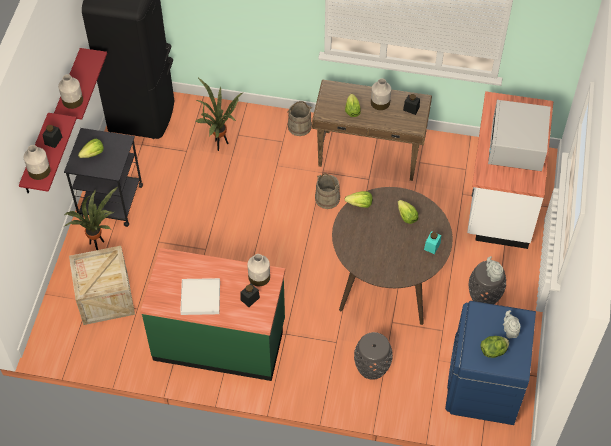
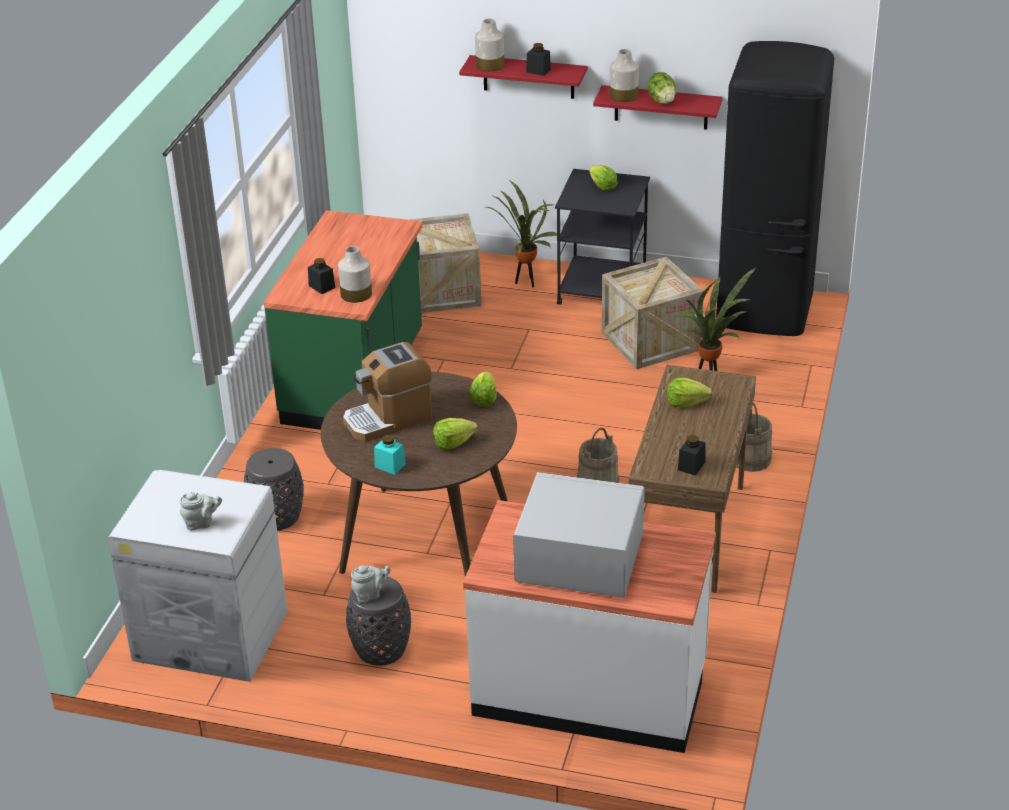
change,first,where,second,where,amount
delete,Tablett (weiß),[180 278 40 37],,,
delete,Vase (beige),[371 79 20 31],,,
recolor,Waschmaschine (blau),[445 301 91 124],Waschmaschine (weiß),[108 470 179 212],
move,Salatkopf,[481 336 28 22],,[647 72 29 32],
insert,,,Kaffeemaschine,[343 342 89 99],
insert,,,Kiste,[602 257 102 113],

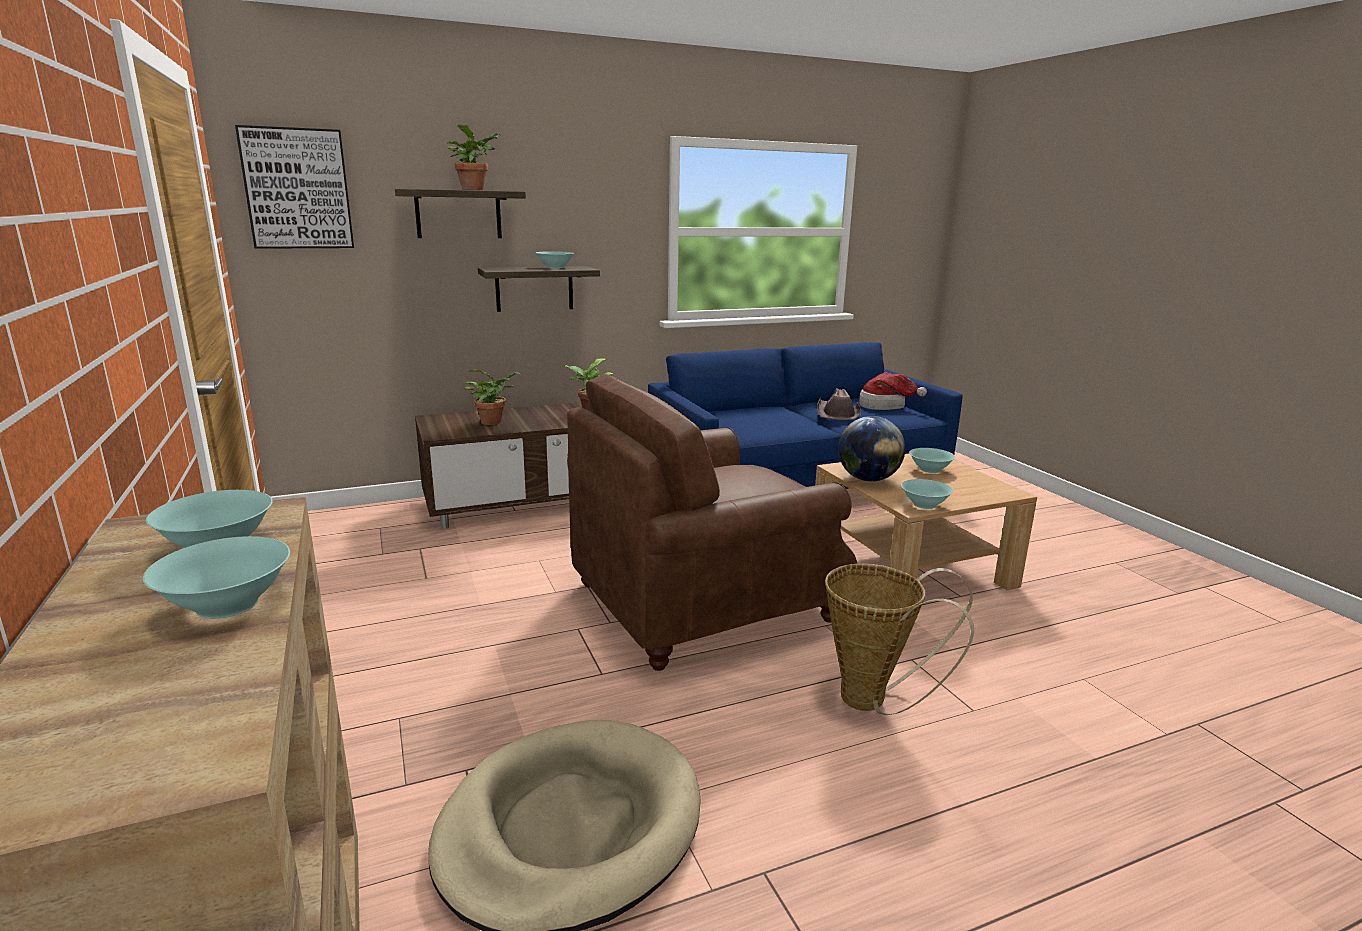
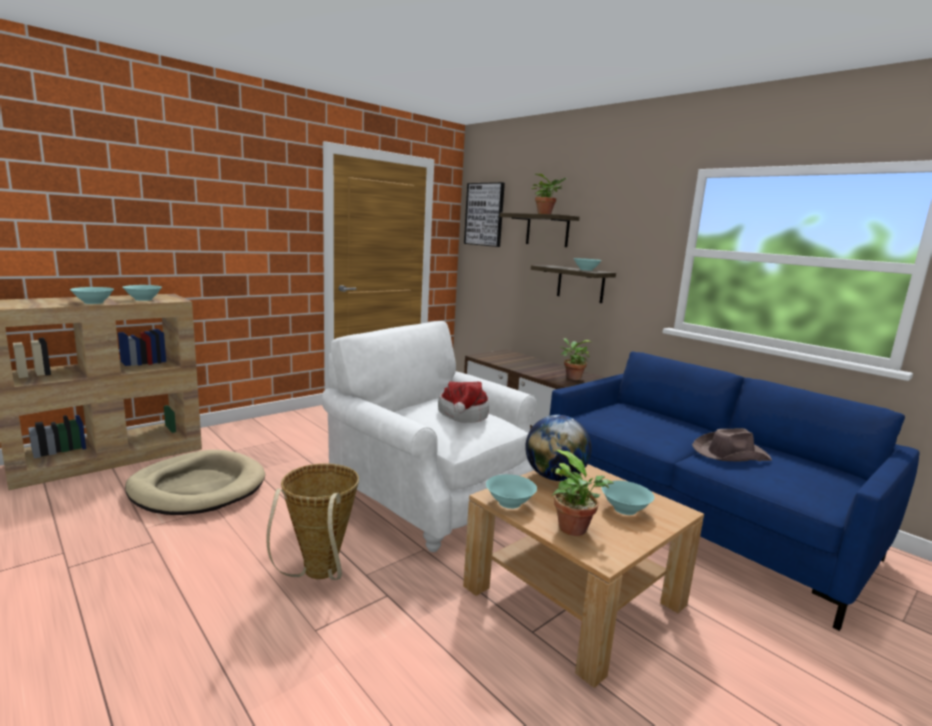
change,first,where,second,where,amount
move,Topfpflanze,[464 369 56 56],,[551 450 63 86],
recolor,Sessel (braun),[567 374 290 297],Sessel (weiß),[321 321 216 231],
move,Hut,[859 372 68 38],,[438 381 51 42],

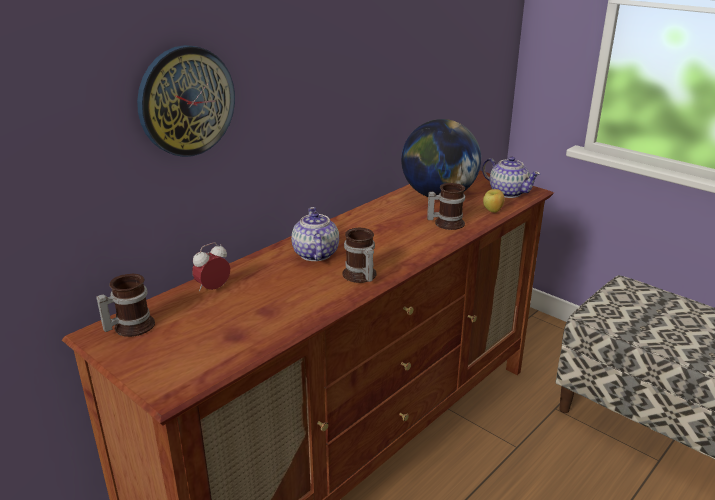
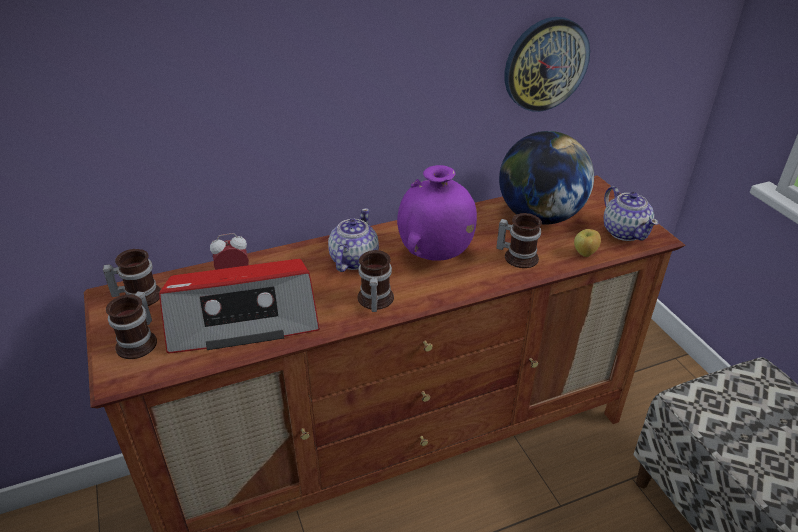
change,first,where,second,where,amount
move,Wanduhr,[137 45 98 112],,[505 17 85 95],
insert,,,Henkelbecher,[106 291 51 68],
insert,,,Radio,[159 259 161 95],
insert,,,Vase (lila),[397 165 80 96],

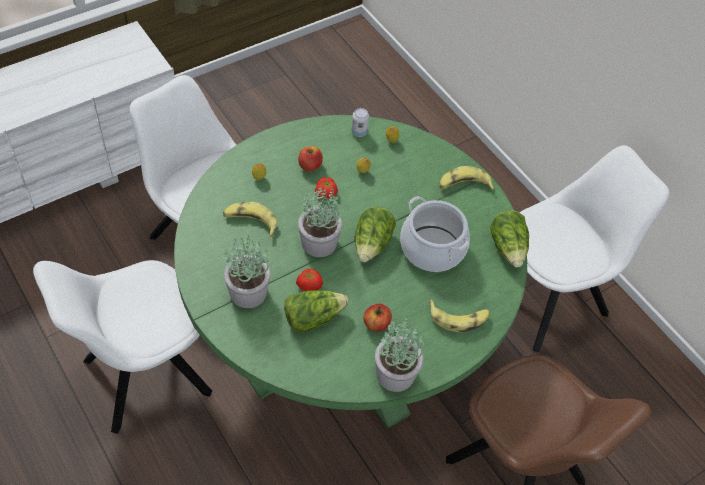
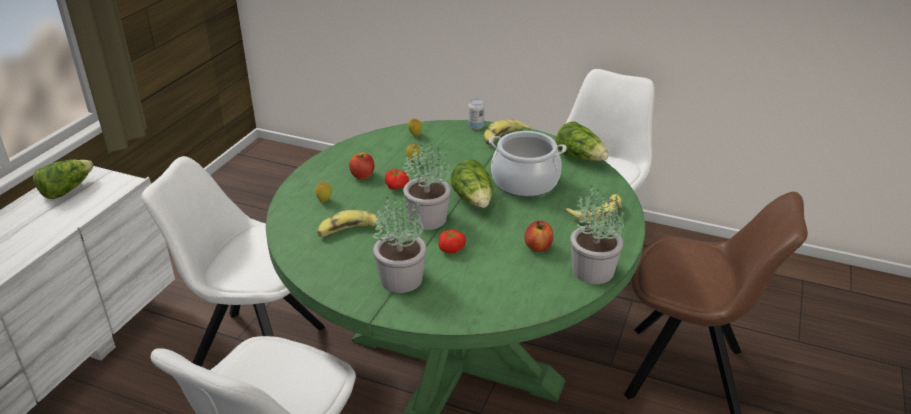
change,first,where,second,where,amount
move,Salatkopf,[284 290 64 42],,[33 160 60 39],
move,Dose,[351 108 18 29],,[468 99 17 31],

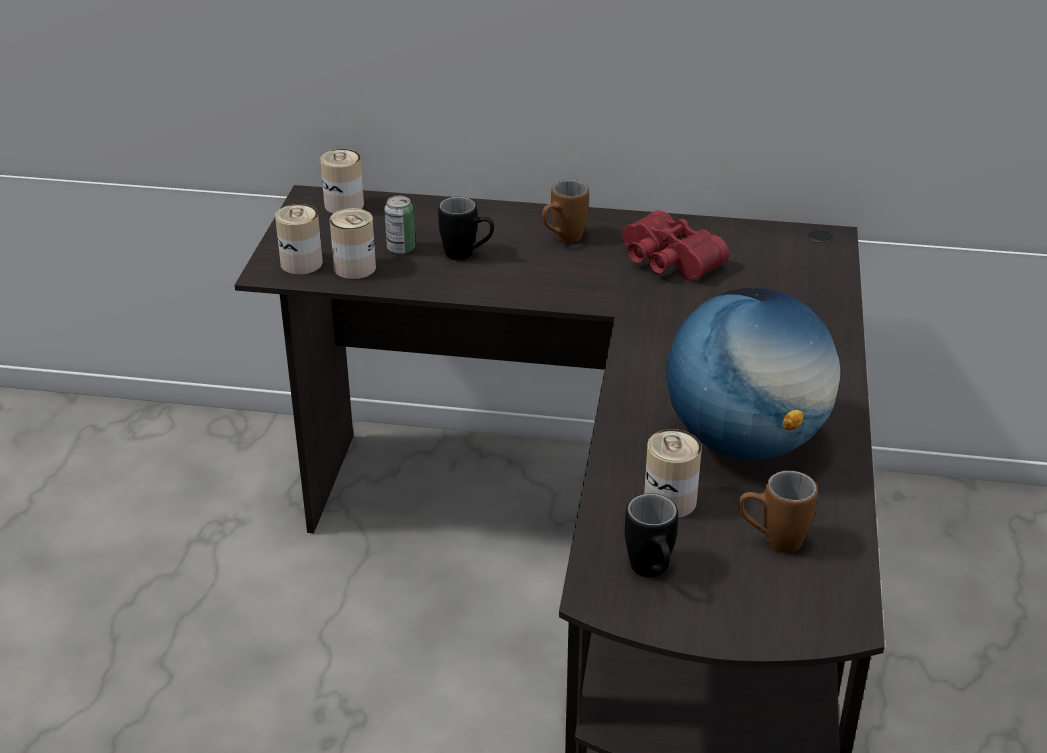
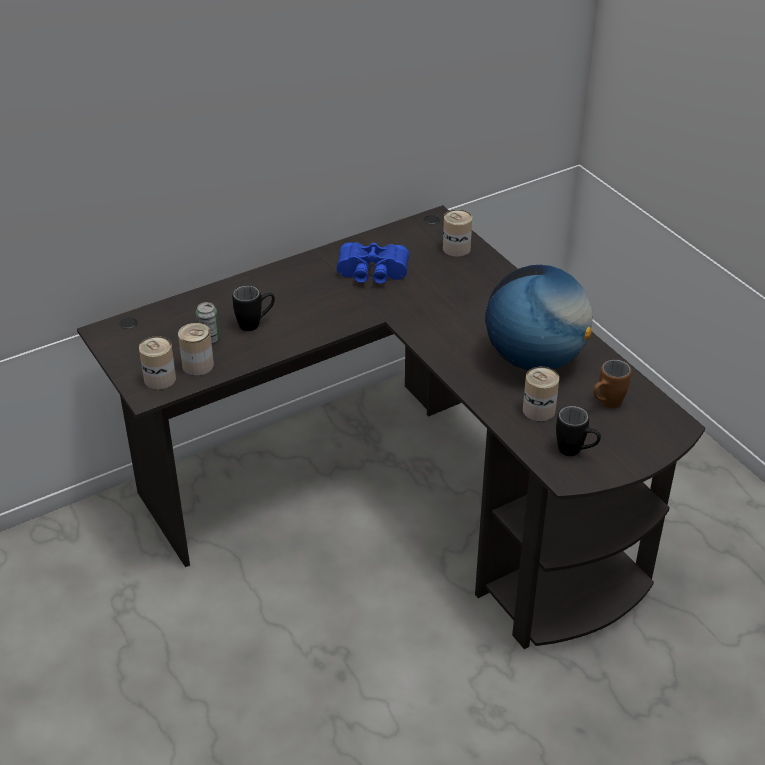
change,first,where,second,where,amount
move,Dose,[320 149 44 65],,[443 210 29 47],
delete,Henkelbecher (braun),[542 180 47 63],,,
recolor,Fernglas (rot),[622 210 107 71],Fernglas (blau),[337 243 72 41],

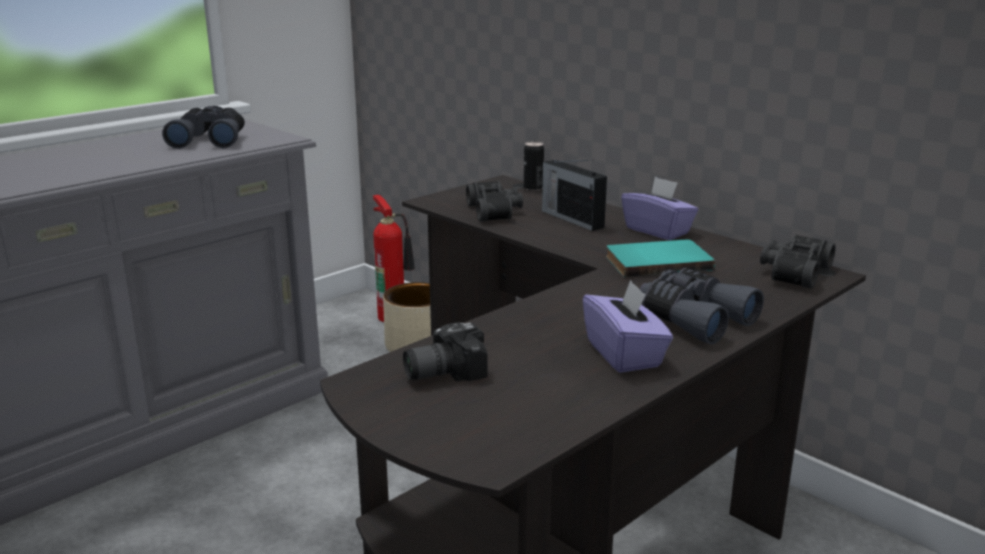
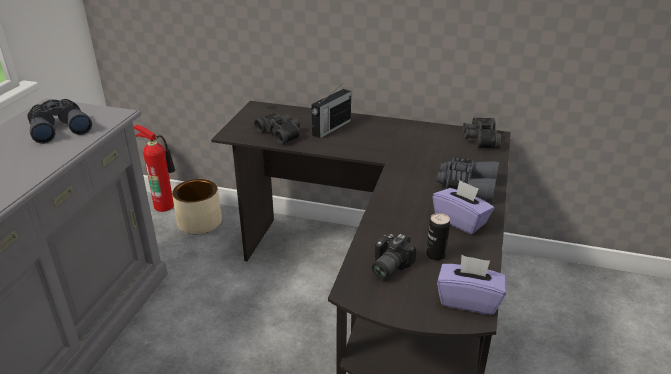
change,first,where,second,where,amount
move,Dose,[524 141 20 50],,[426 213 24 48],
rotate,Radio,[542 160 65 71],,[311 86 40 52],75 degrees counterclockwise
delete,Buch (türkis),[606 240 109 37],,,
move,Taschentuchbox (lila),[621 177 77 63],,[437 255 69 60],

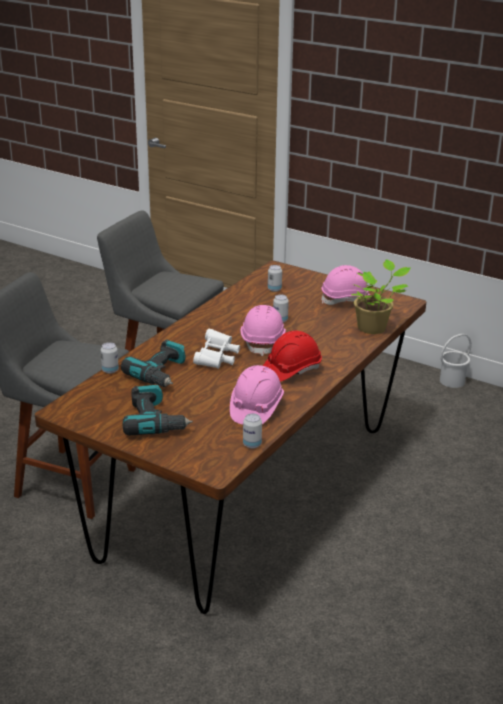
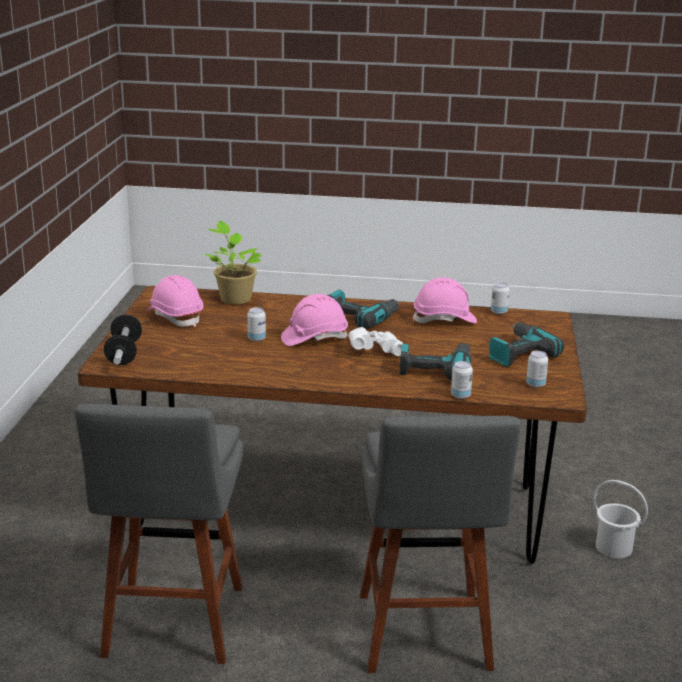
change,first,where,second,where,amount
replace,Schutzhelm (rot),[263 331 59 51],Bohrmaschine,[328 290 71 40],
move,Dose,[268 265 14 27],,[526 351 22 37],
move,Eimer (weiß),[440 334 32 54],,[593 480 55 78],
insert,,,Hantel,[104 314 38 51],

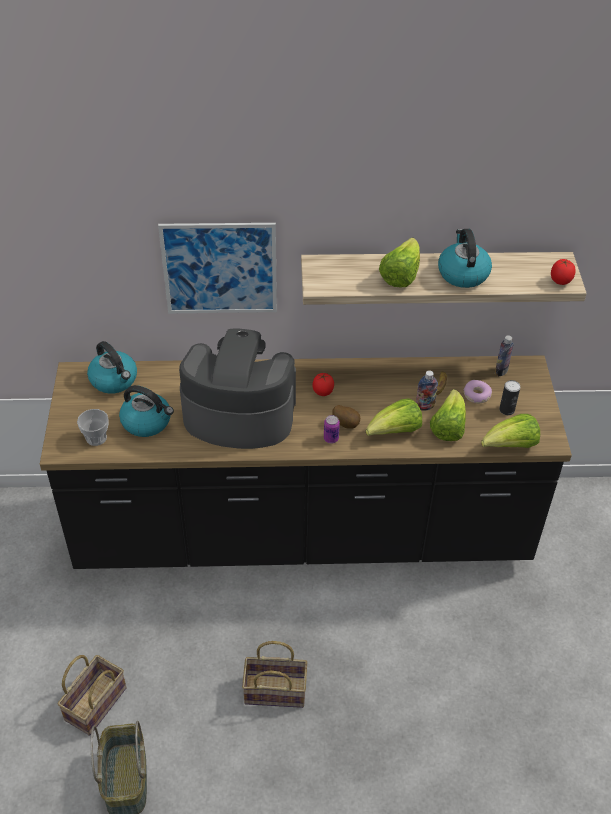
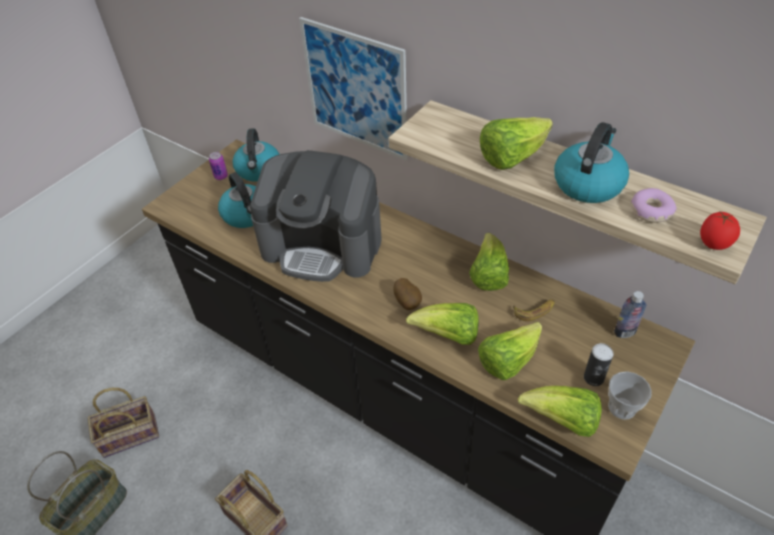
change,first,where,second,where,amount
move,Tasse,[77 409 31 37],,[608 371 44 49],
rotate,Kaffeemaschine,[179 329 117 120],,[250 150 132 132],150 degrees clockwise
delete,Tomate,[312 373 22 23],,,
move,Dose,[324 415 16 28],,[209 152 19 28],
delete,Flasche,[416 370 22 40],,,
move,Donut,[464 380 28 23],,[631 188 45 35],
insert,,,Salatkopf,[469 233 40 58],

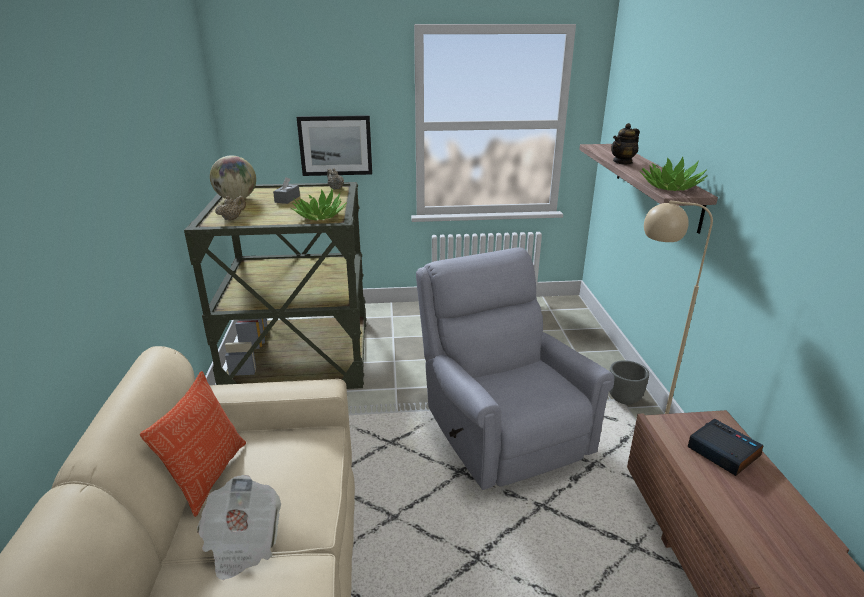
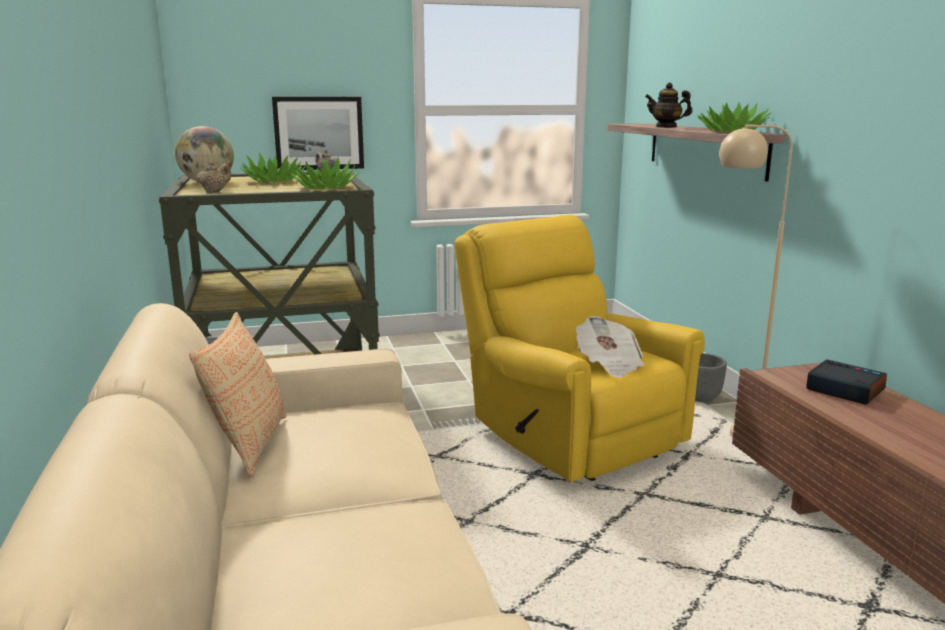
change,first,where,second,where,amount
recolor,Kissen (orange),[140 371 106 146],Kissen (beige),[189 312 98 166],
move,Zeitung,[197 475 84 105],,[576 316 69 62],
replace,Taschentuchbox (grau),[273 177 27 27],Topfpflanze,[240 153 66 29],
recolor,Sessel (grau),[416 247 198 243],Sessel (gelb),[454 215 251 267],
rotate,Teekanne,[611 123 28 42],,[645 83 47 45],60 degrees clockwise

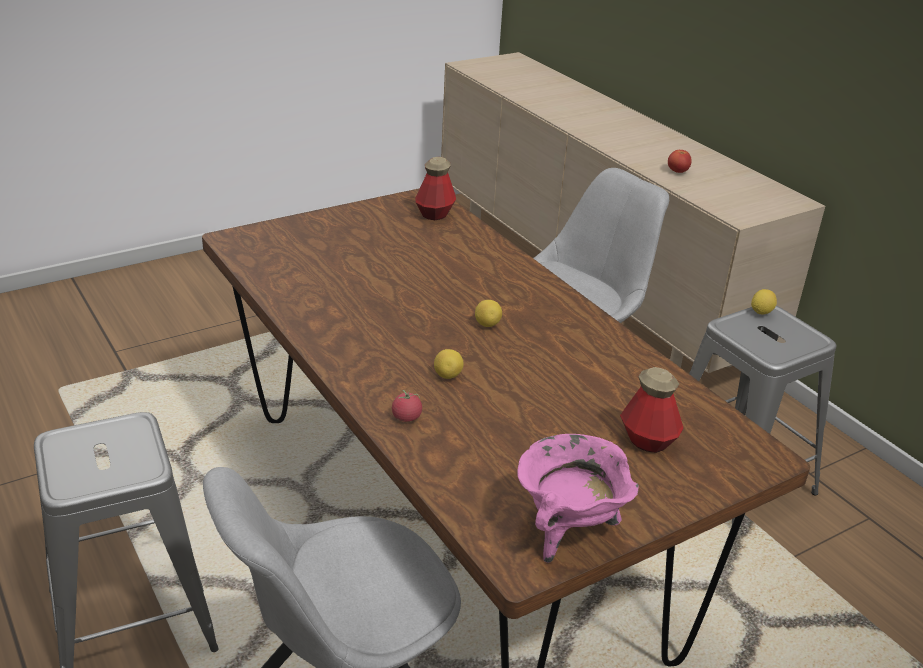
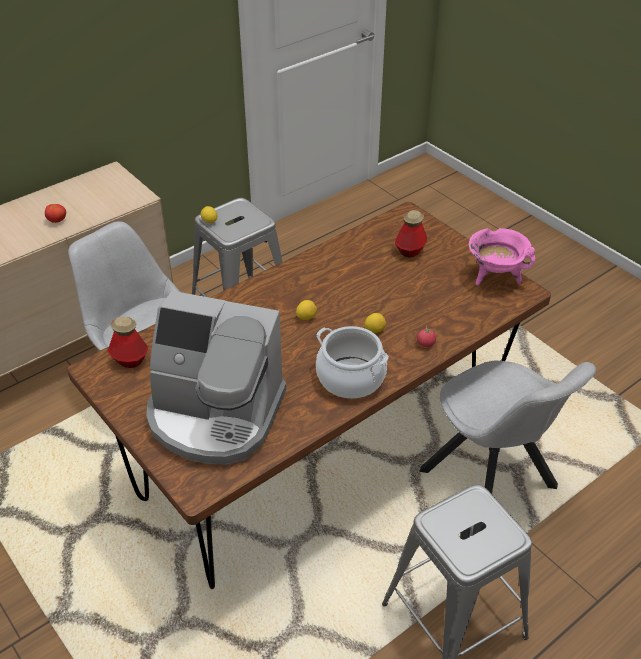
change,first,where,second,where,amount
insert,,,Kaffeemaschine,[146 291 140 174],
insert,,,Kochtopf,[316 326 73 73],

